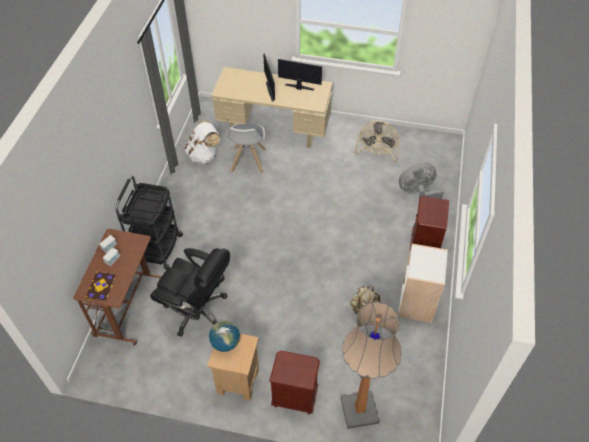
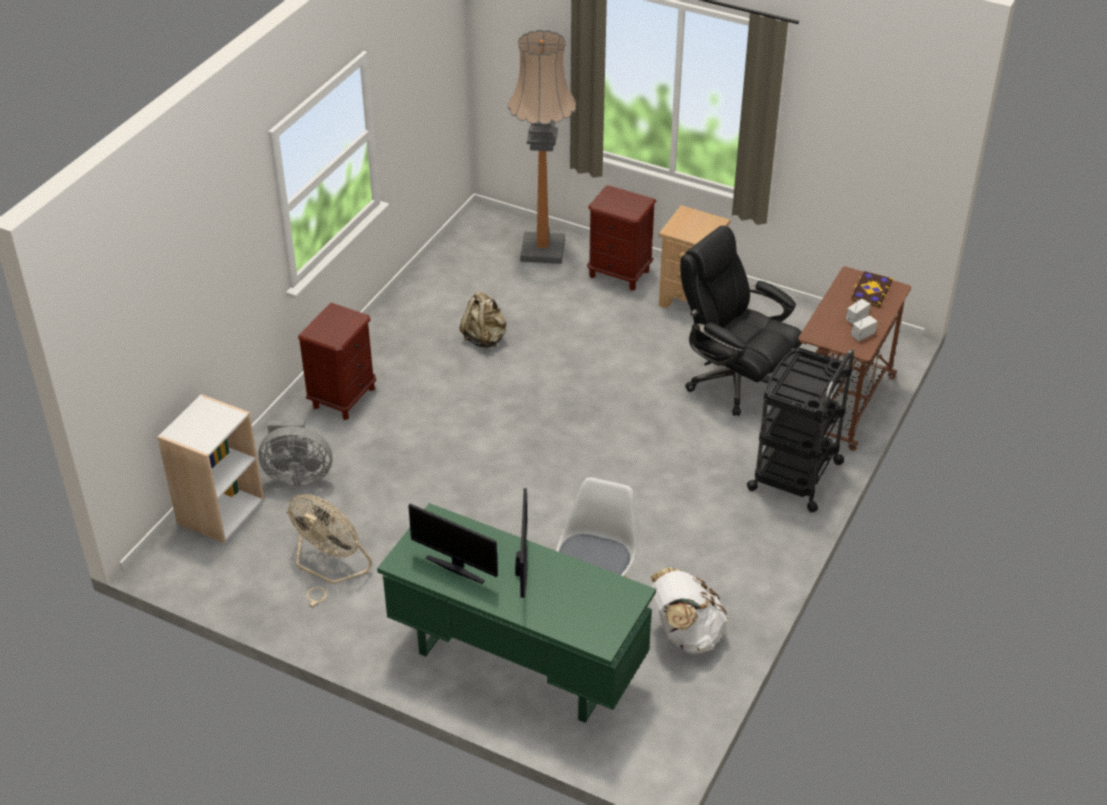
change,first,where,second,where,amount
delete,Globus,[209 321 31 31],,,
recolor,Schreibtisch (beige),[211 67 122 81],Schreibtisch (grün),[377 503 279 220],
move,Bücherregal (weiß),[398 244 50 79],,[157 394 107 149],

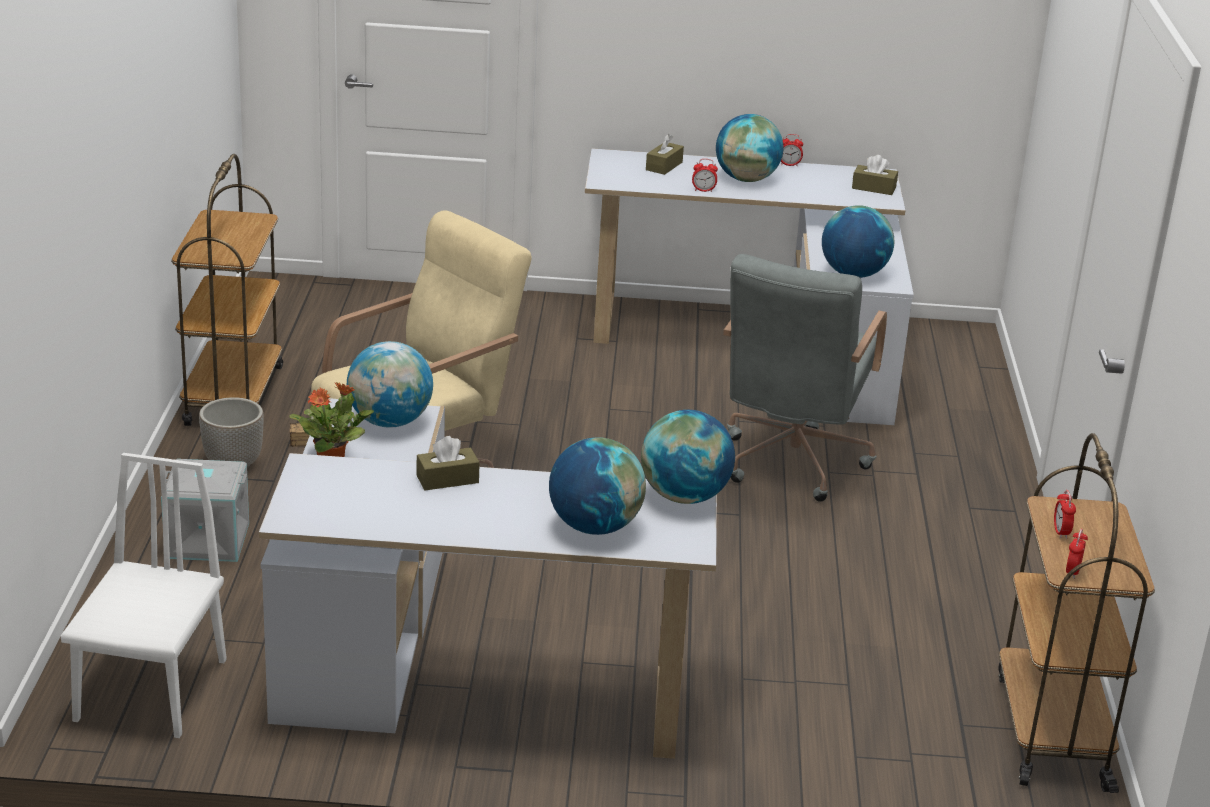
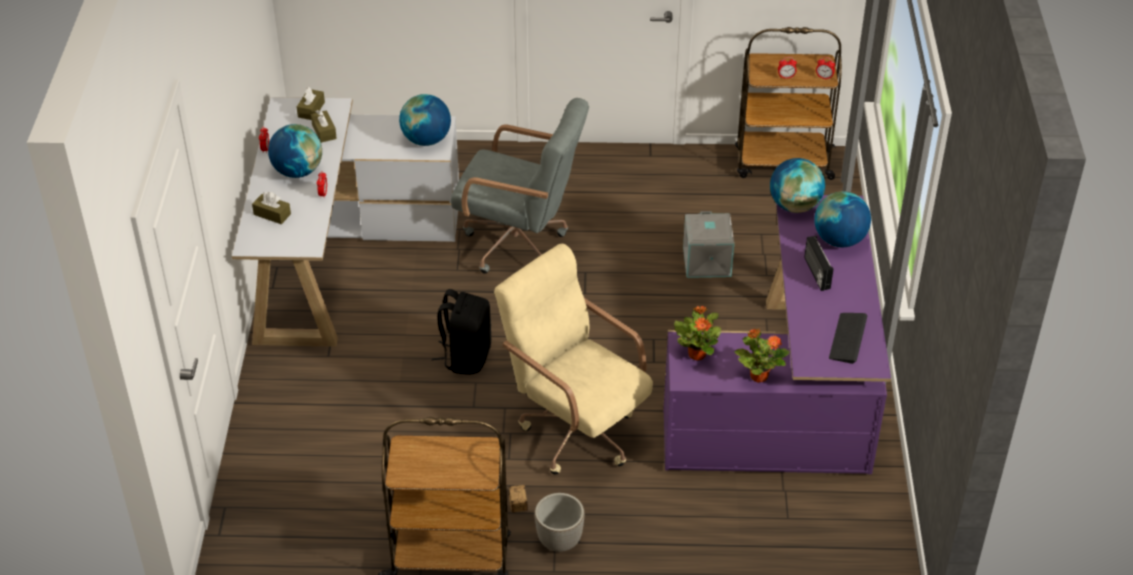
change,first,where,second,where,amount
delete,Stuhl (weiß),[61 453 166 285],,,
move,Aufbewahrungsbox (grau),[161 459 88 103],,[683 211 51 67],
recolor,Schreibtisch (weiß),[259 398 458 361],Schreibtisch (lila),[663 195 228 279],
replace,Globus,[347 341 86 87],Topfpflanze,[674 306 47 54],
move,Taschentuchbox (braun),[417 436 63 54],,[311 110 26 33],
insert,,,Rucksack (schwarz),[432 289 59 86],
insert,,,Radio,[804 236 29 55],
insert,,,Tastatur,[829 313 38 51],

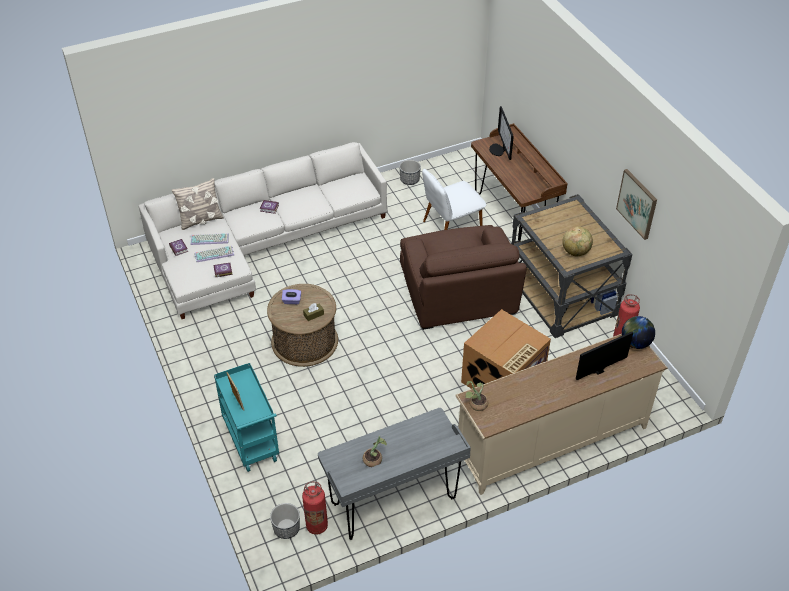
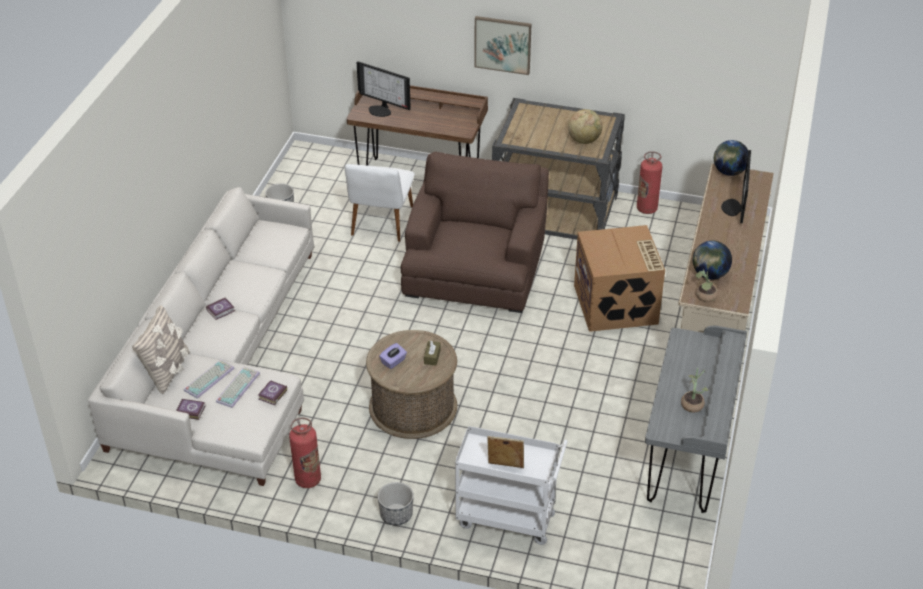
change,first,where,second,where,amount
recolor,Rollwagen (türkis),[214 363 65 109],Rollwagen (weiß),[455 426 113 119],
move,Pflanzkübel,[270 503 30 36],,[378 482 36 43],
move,Feuerlöscher,[302 481 26 54],,[289 418 32 70],
rotate,Sessel (braun),[400 225 127 105],,[401 151 148 162],105 degrees counterclockwise
move,Bild,[616 169 41 71],,[474 16 58 59],
insert,,,Globus,[693 241 39 38],

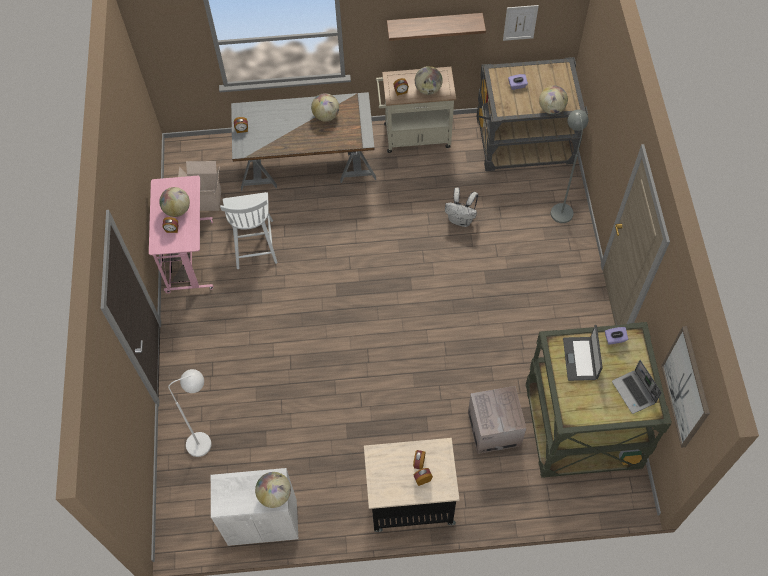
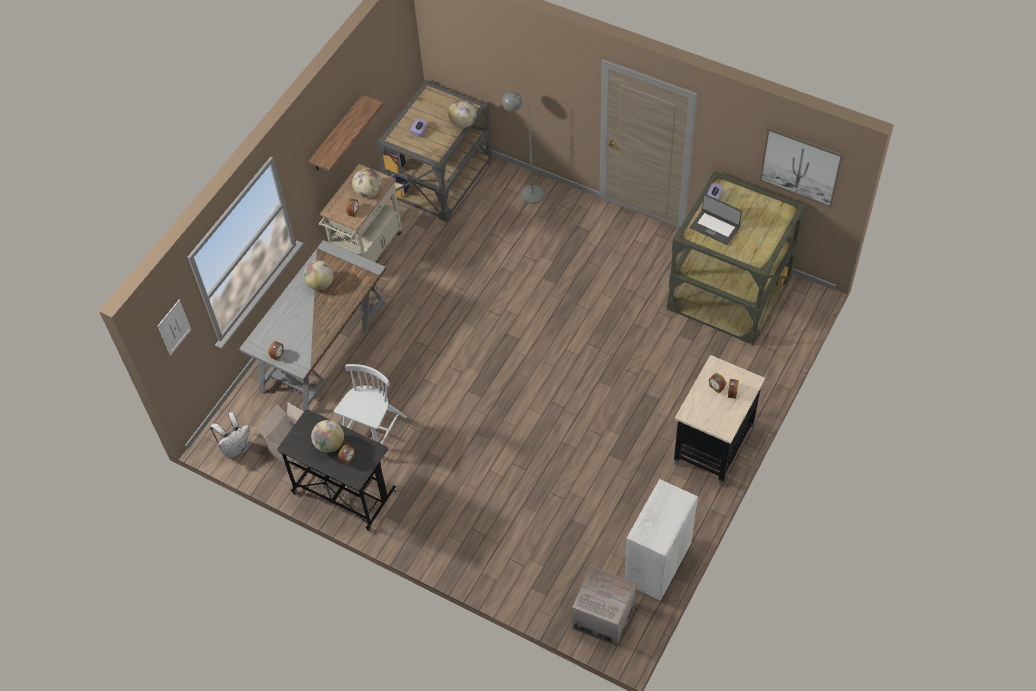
change,first,where,second,where,amount
recolor,Schreibtisch (rosa),[149 176 65 117],Schreibtisch (schwarz),[277 409 119 122],
delete,Stehlampe (weiß),[168 369 43 88],,,
rotate,Stuhl (weiß),[220 192 58 77],,[334 364 73 98],90 degrees counterclockwise
delete,Globus,[255 472 36 36],,,
move,Rucksack (weiß),[445 187 34 40],,[210 412 40 46],
move,Karton,[468 386 58 68],,[572 566 64 80],
move,Bild,[503 5 36 36],,[158 300 33 56],
delete,Laptop,[612 360 50 54],,,

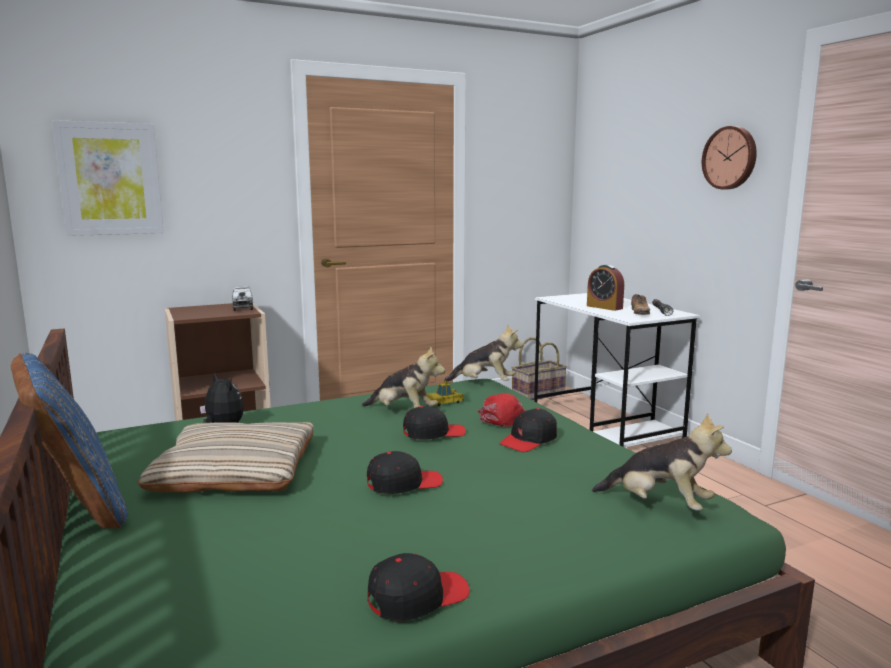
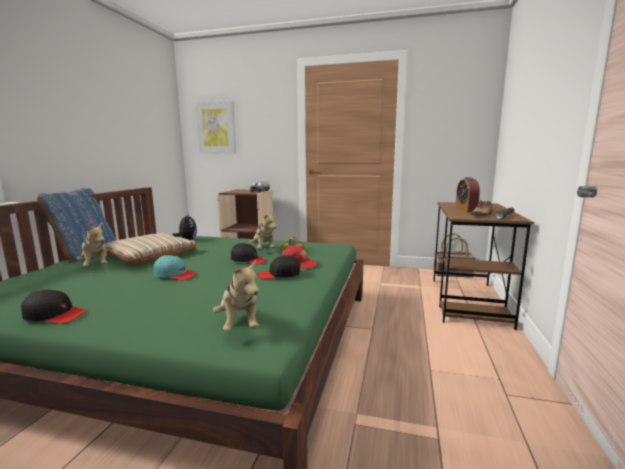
change,first,where,second,where,amount
recolor,Kappe (schwarz),[367 451 76 43],Kappe (türkis),[154 255 44 25],
move,Plüschtier,[444 325 79 56],,[76 223 31 43],
recolor,Schreibtisch (weiß),[534 293 166 154],Schreibtisch (braun),[433 202 101 128],
delete,Wanduhr,[702 126 55 63],,,

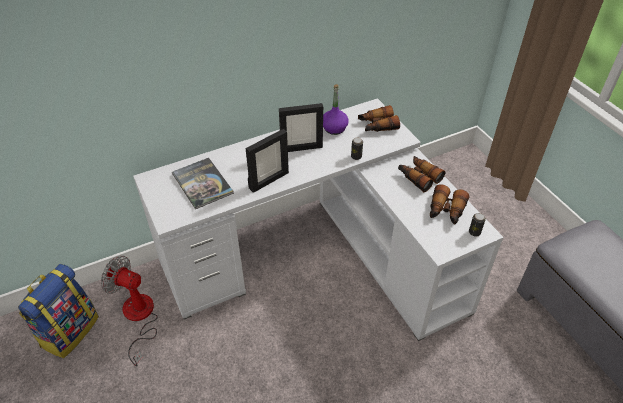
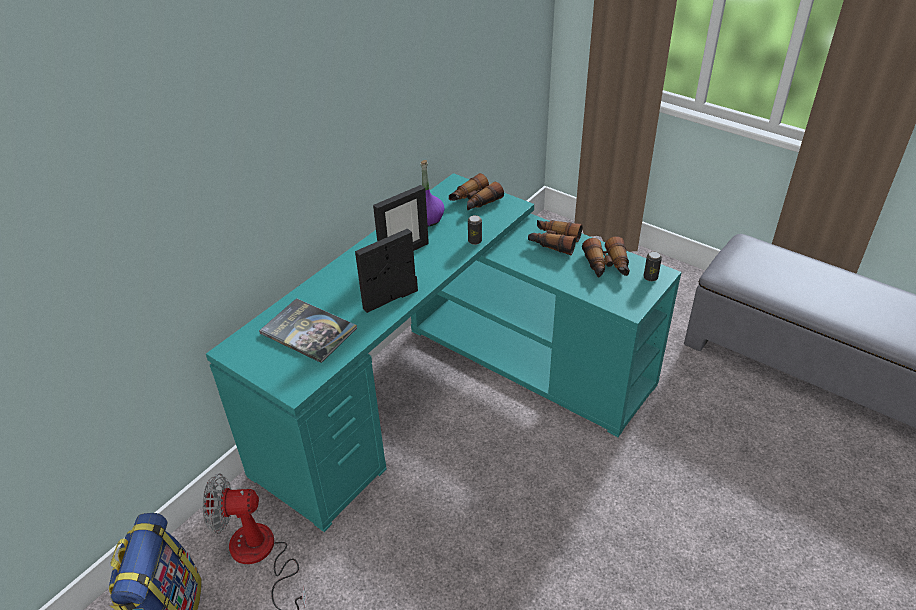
change,first,where,second,where,amount
recolor,Schreibtisch (weiß),[133 98 370 243],Schreibtisch (türkis),[206 173 476 359],
rotate,Bilderrahmen,[246 129 43 64],,[355 228 63 85],150 degrees counterclockwise

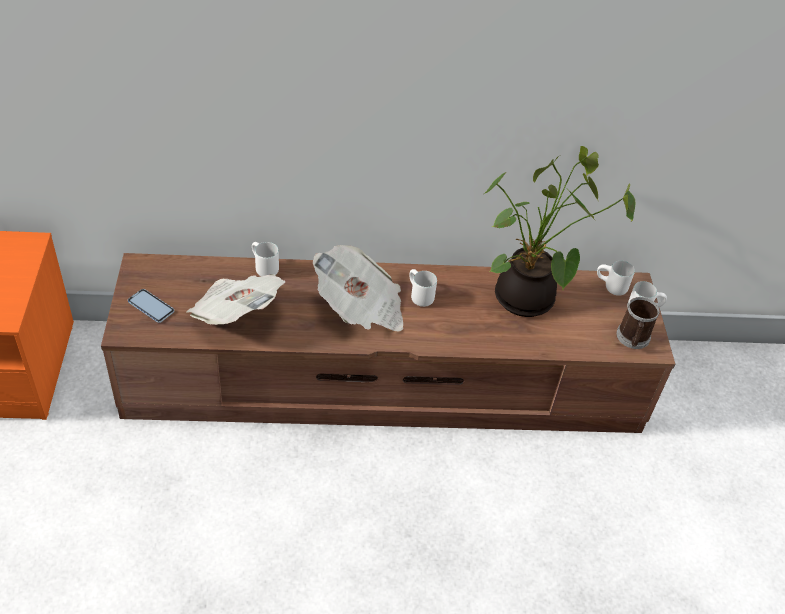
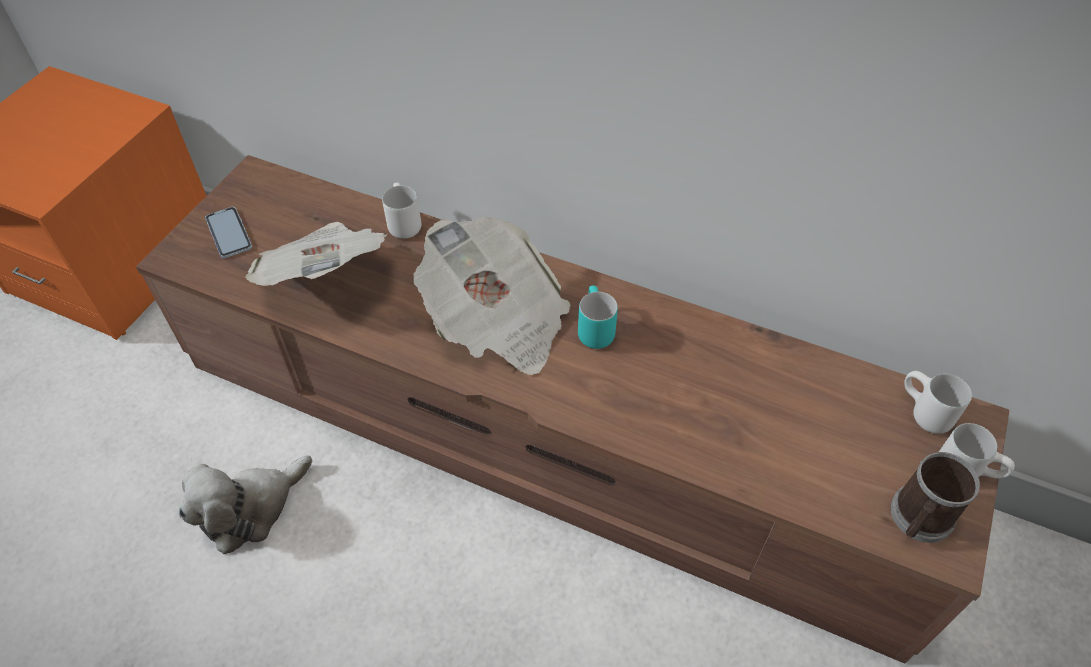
change,first,where,second,where,amount
recolor,Henkelbecher (weiß),[409 269 28 38],Henkelbecher (türkis),[578 285 40 64],
delete,Topfpflanze,[484 146 152 171],,,
insert,,,Plüschtier,[178 455 134 99],

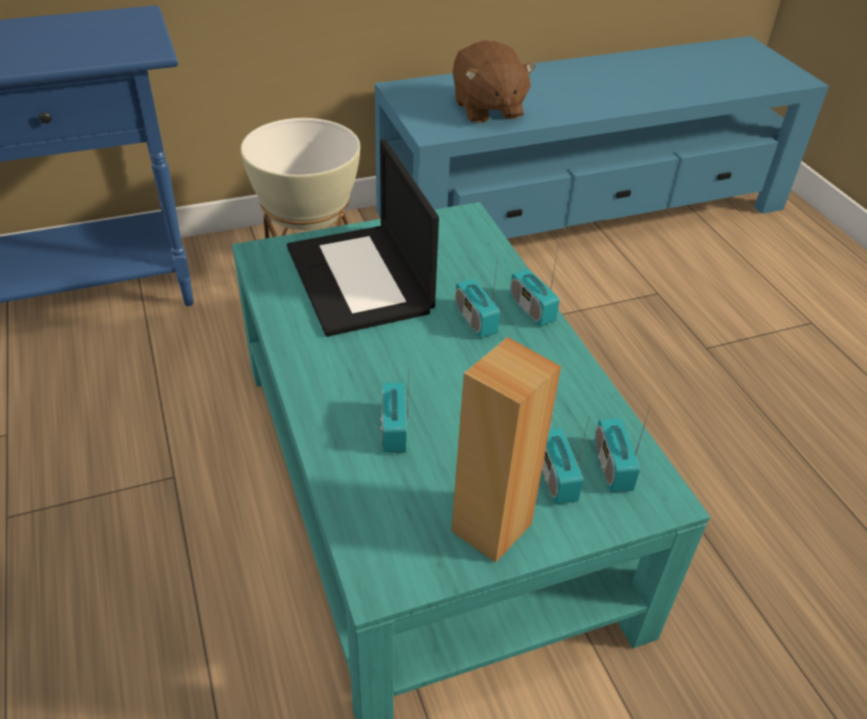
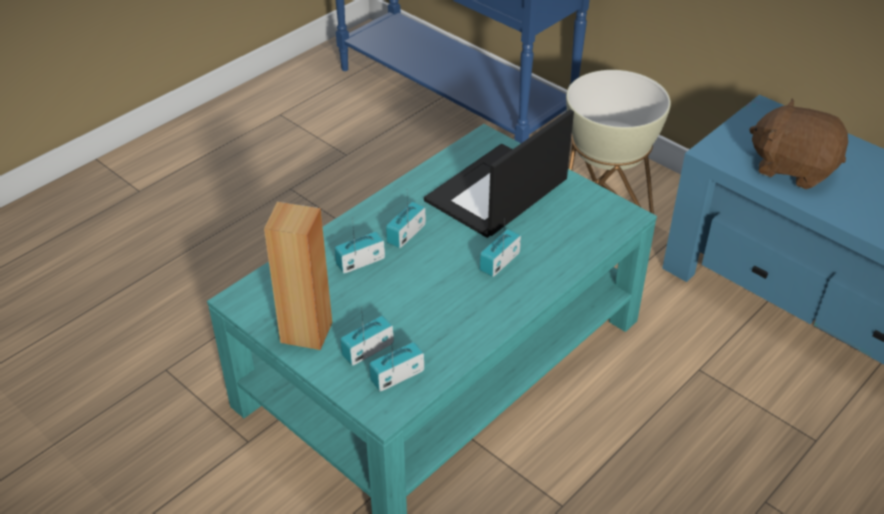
change,first,where,second,where,amount
rotate,Plüschtier (braun),[453 40 83 83],,[749 99 99 90],75 degrees clockwise
move,Radio,[510 243 50 83],,[386 198 40 50],

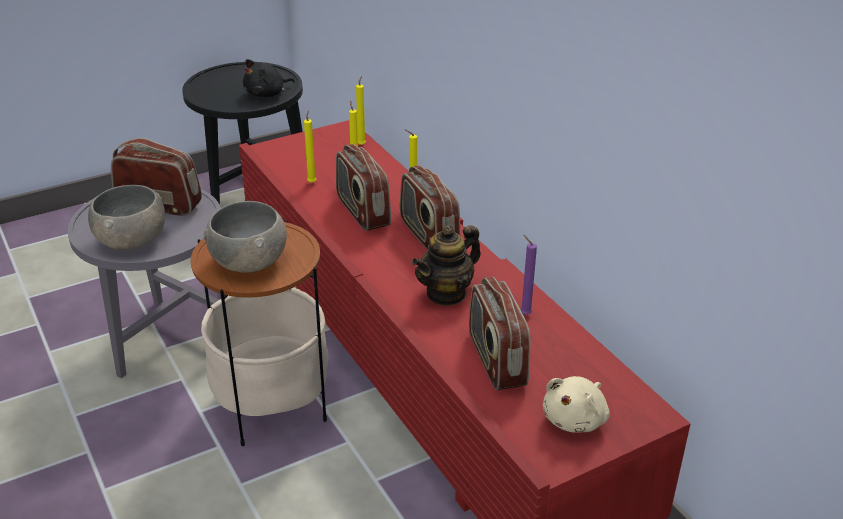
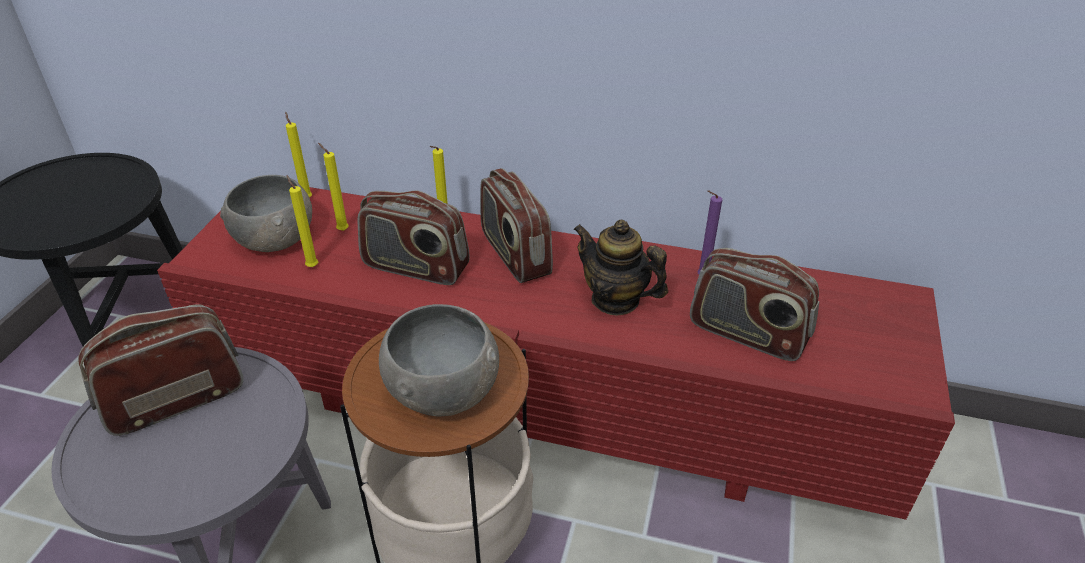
change,first,where,second,where,amount
move,Schüssel (grau),[88 185 77 65],,[220 175 92 77],
delete,Plüschtier (schwarz),[243 59 52 38],,,
rotate,Radio,[400 165 61 86],,[480 168 73 115],45 degrees clockwise
rotate,Teekanne,[412 225 69 81],,[573 220 95 95],120 degrees clockwise
delete,Plüschtier (beige),[543 376 67 57],,,

